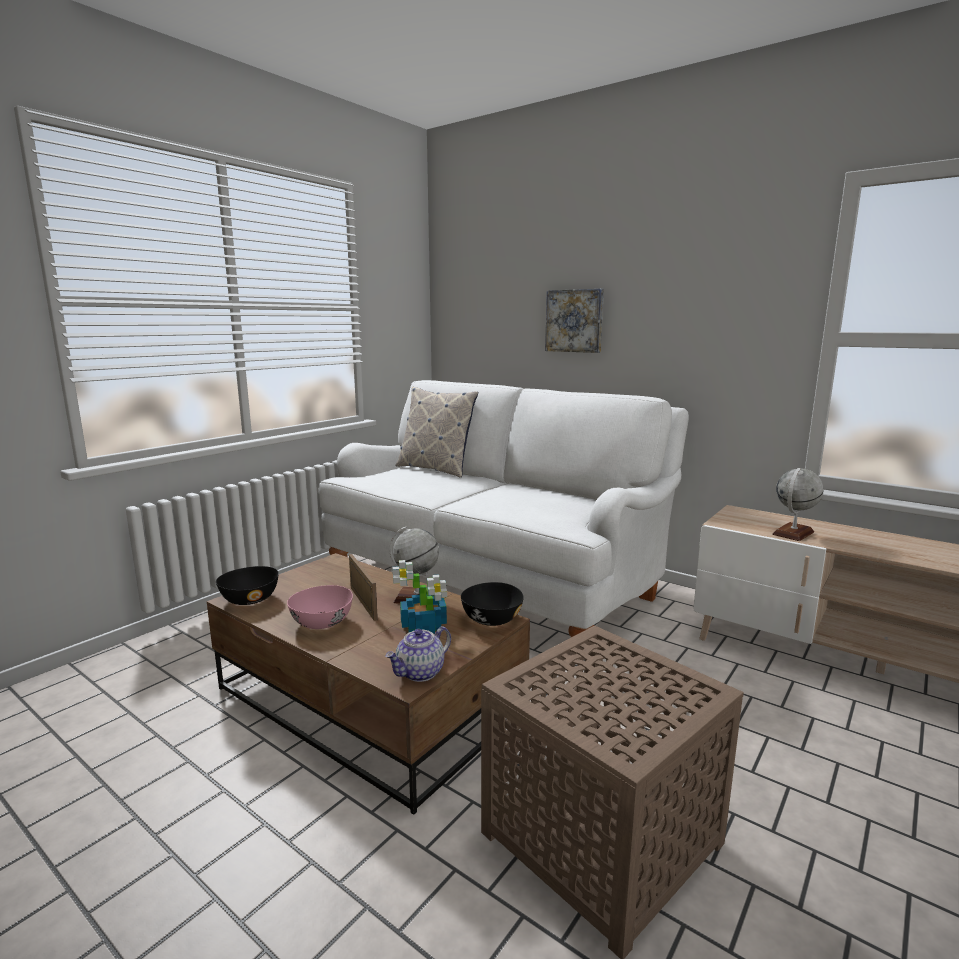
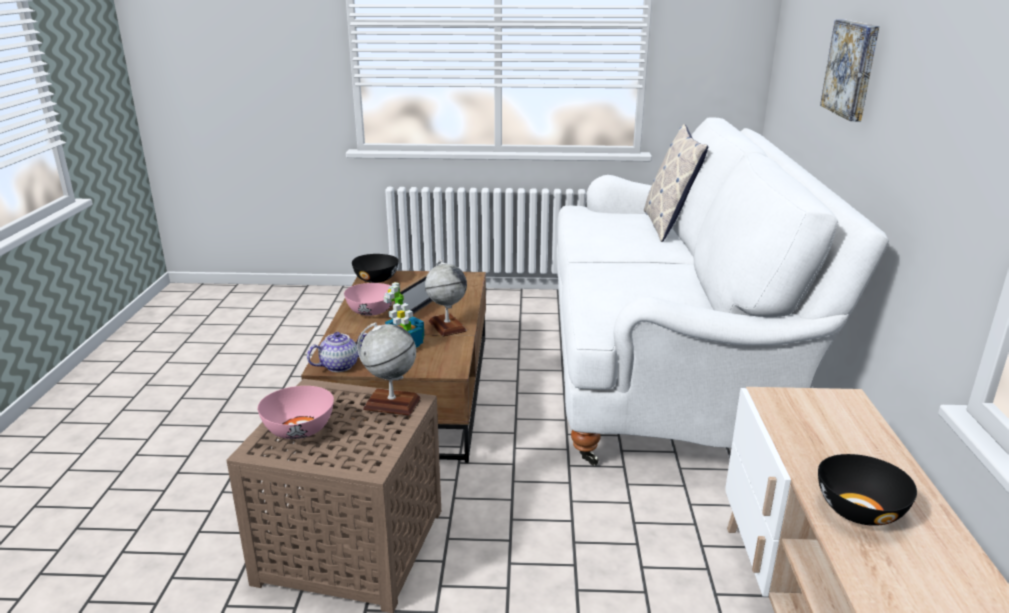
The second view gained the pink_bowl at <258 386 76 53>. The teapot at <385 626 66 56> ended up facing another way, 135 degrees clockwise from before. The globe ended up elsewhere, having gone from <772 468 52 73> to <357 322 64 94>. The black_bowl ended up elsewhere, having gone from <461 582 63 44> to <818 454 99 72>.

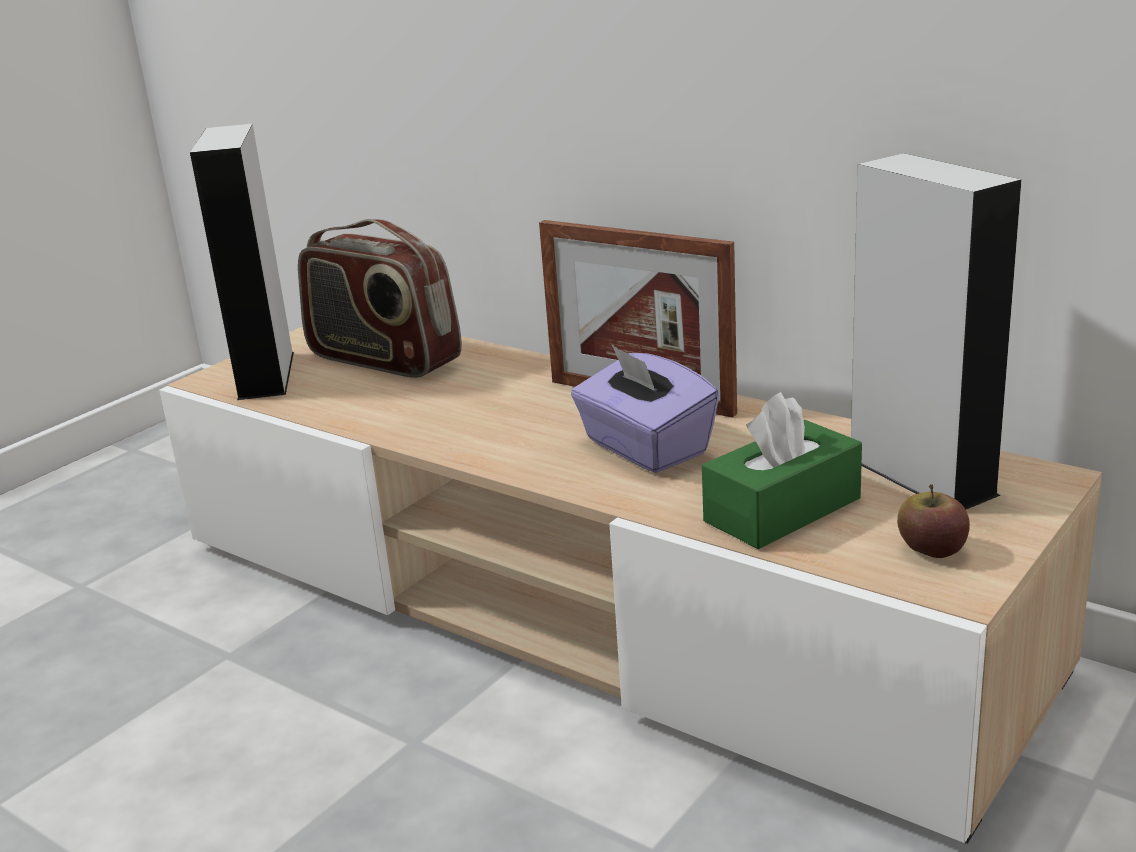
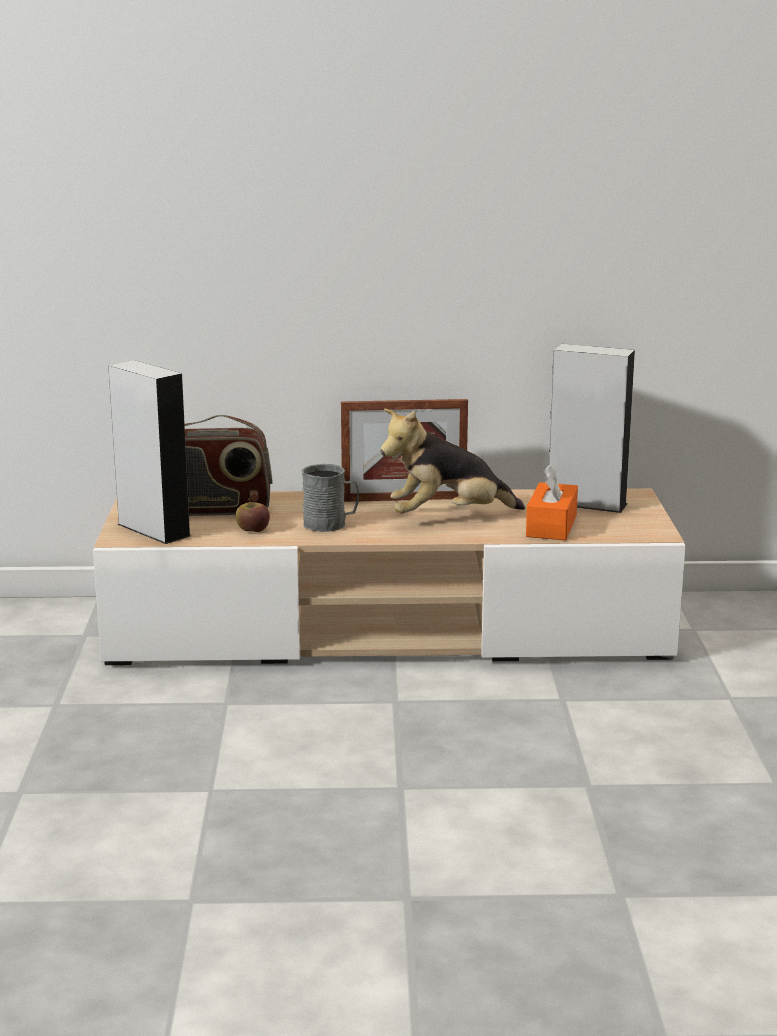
The apple ended up elsewhere, having gone from <897 484 73 74> to <236 498 34 34>. The second view gained the grey_mug at <302 464 57 68>. Where the purple_tissue_box stood at <571 344 148 129>, the plush_toy came to stand at <380 408 145 106>. What was the green_tissue_box at <702 392 160 157> turned into the orange_tissue_box at <526 464 52 76>.

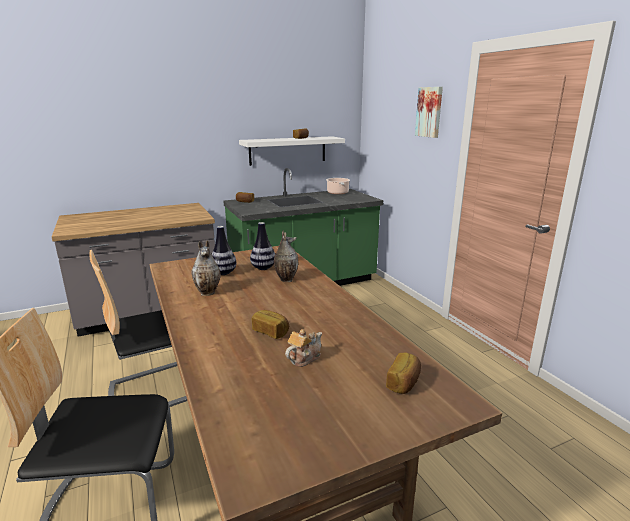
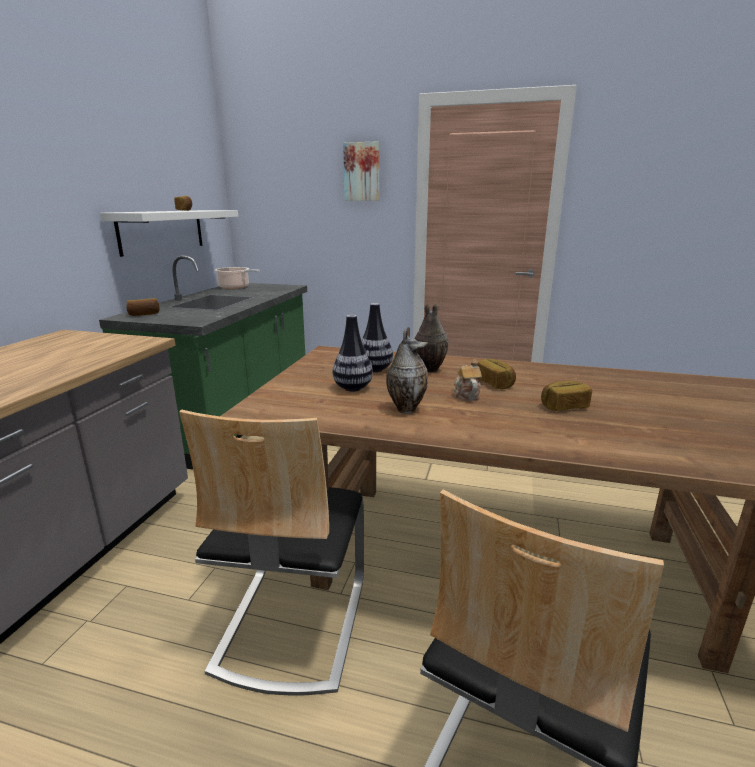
The teapot ended up elsewhere, having gone from <285 329 37 38> to <454 359 28 42>. The bread ended up elsewhere, having gone from <386 353 35 41> to <478 359 38 30>.

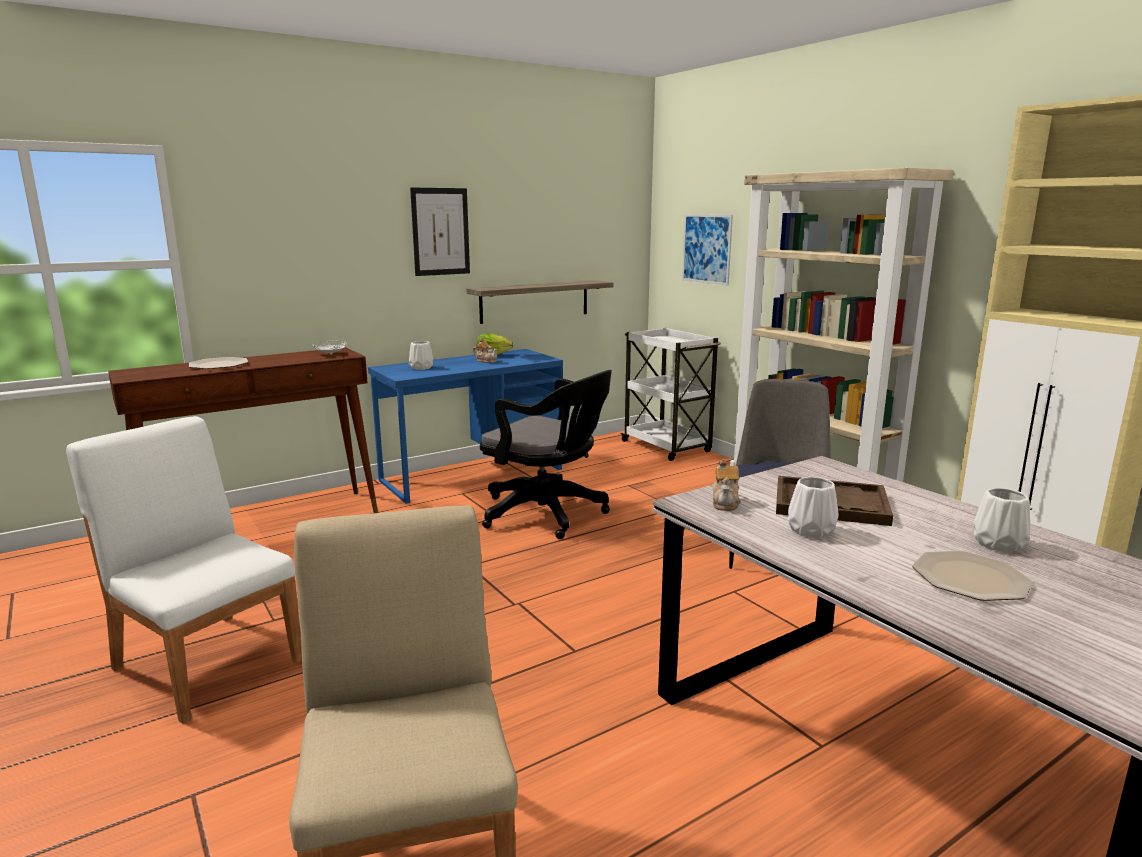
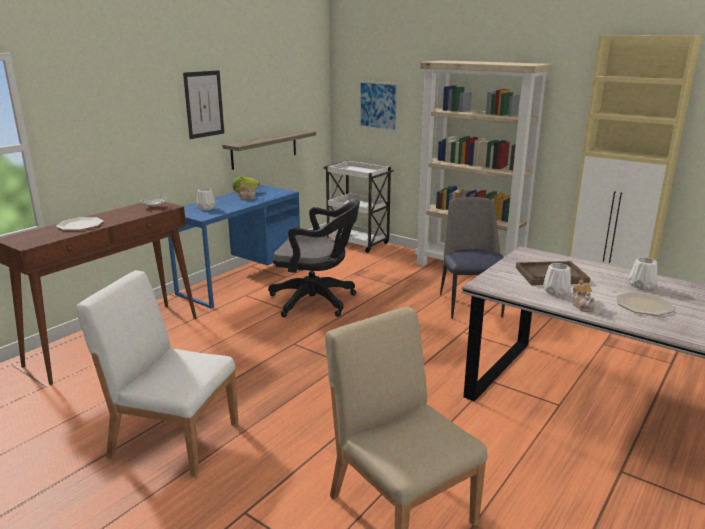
The teapot ended up elsewhere, having gone from <713 459 28 52> to <572 279 23 33>.

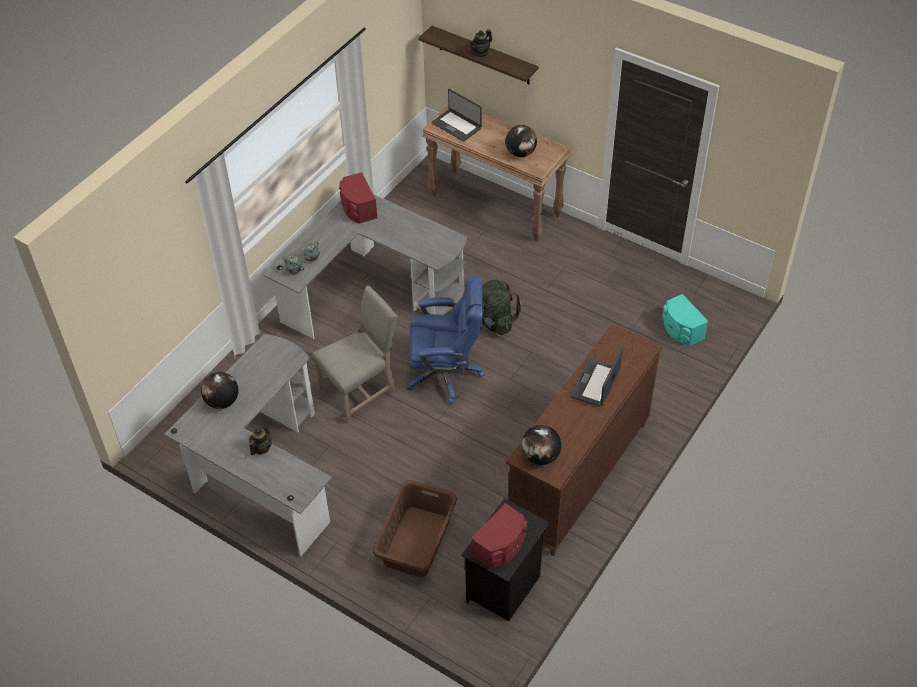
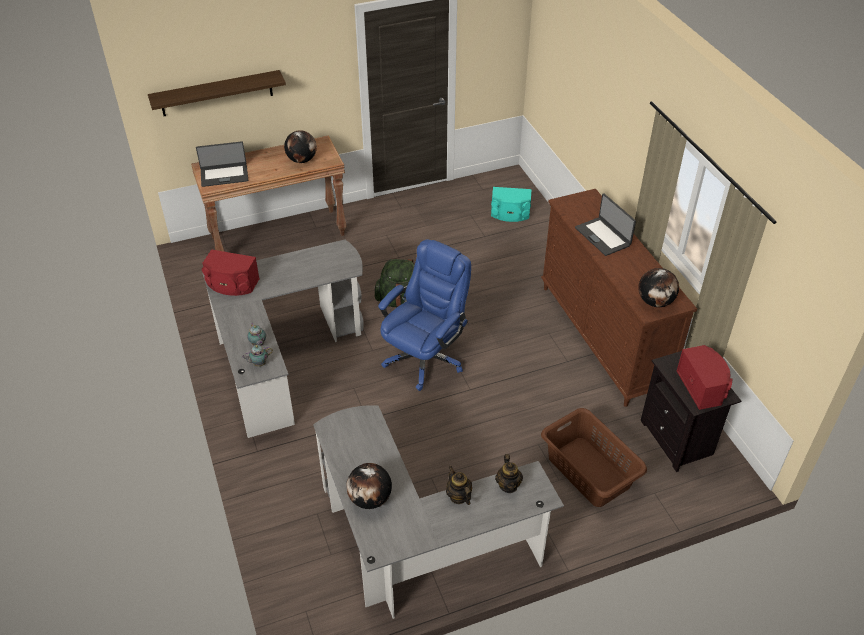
The teapot ended up elsewhere, having gone from <469 30 23 27> to <495 454 28 39>. The second view lost the beige_chair at <312 286 86 138>.

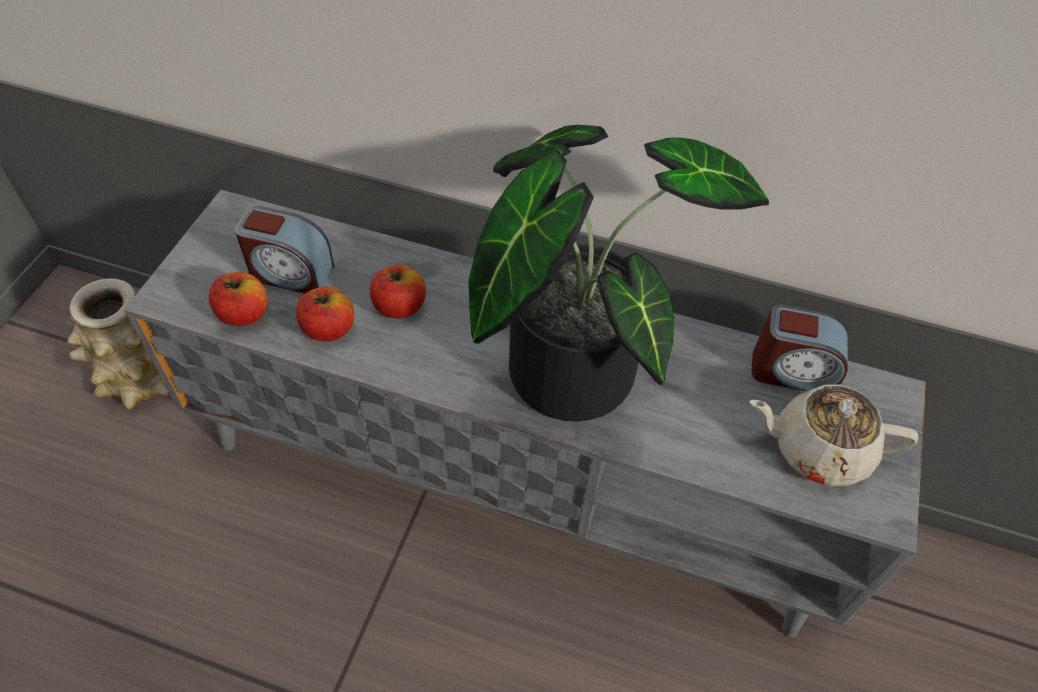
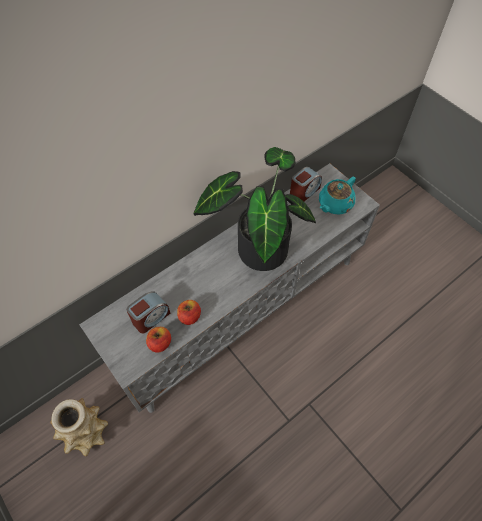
What was the beige_teapot at <750 385 168 101> turned into the turquoise_teapot at <319 177 37 38>. The second view lost the apple at <370 265 56 54>.

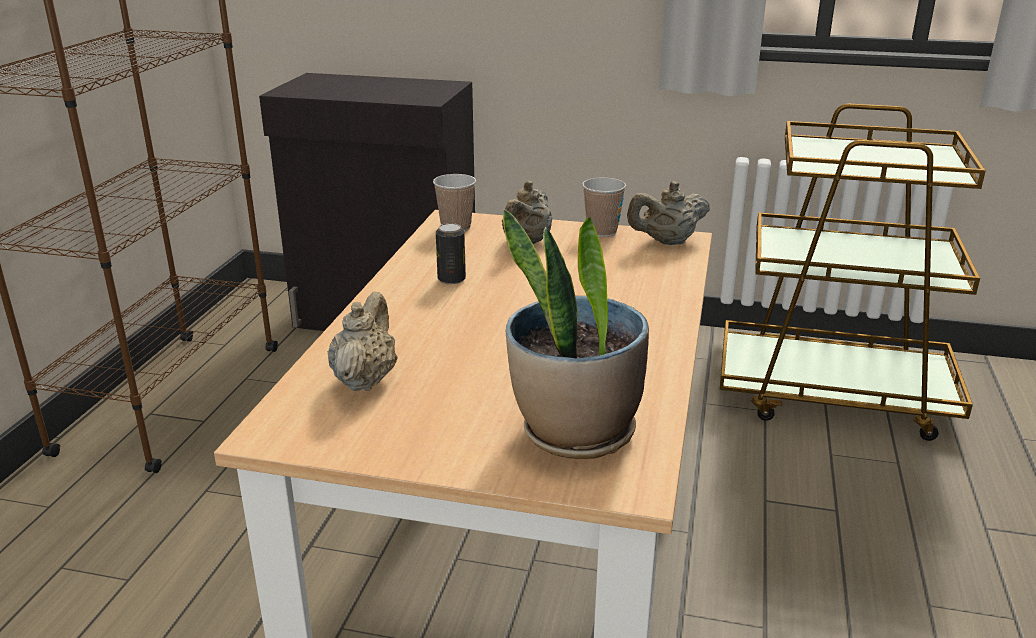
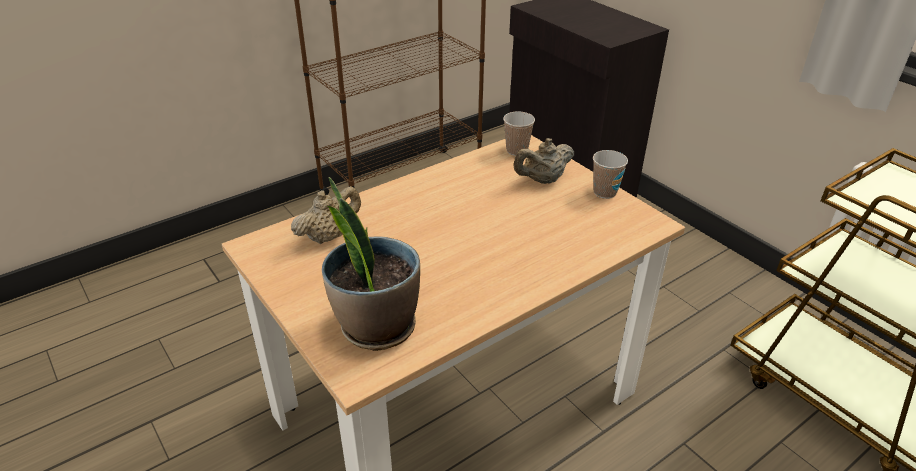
The second view lost the can at <436 223 30 61>. The second view lost the beige_teapot at <627 181 83 64>.

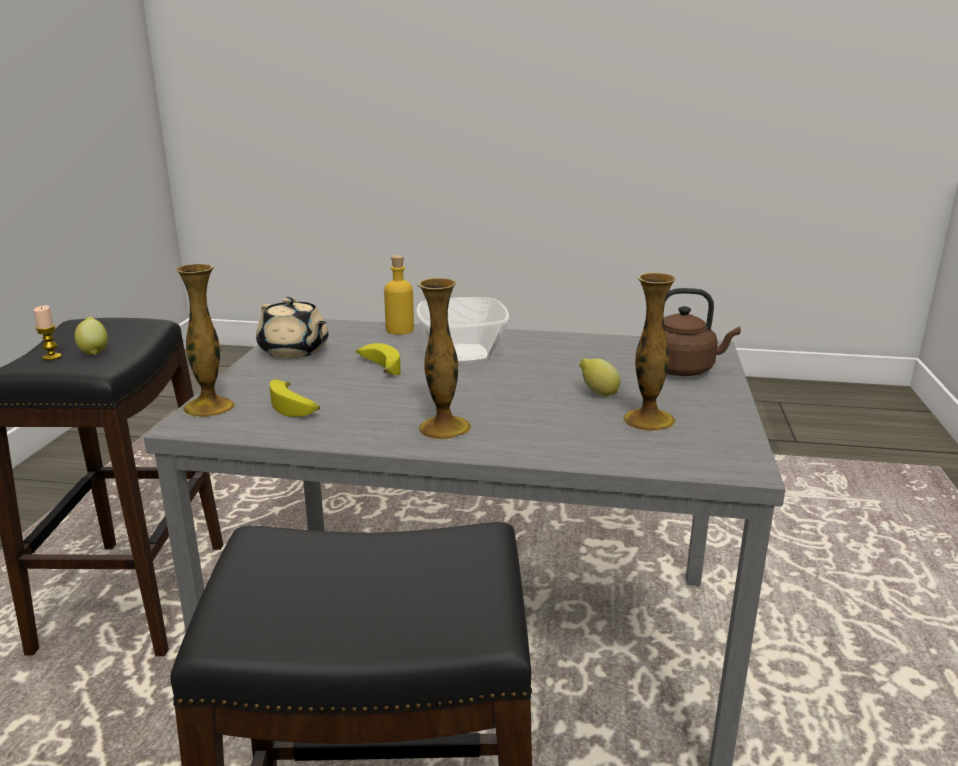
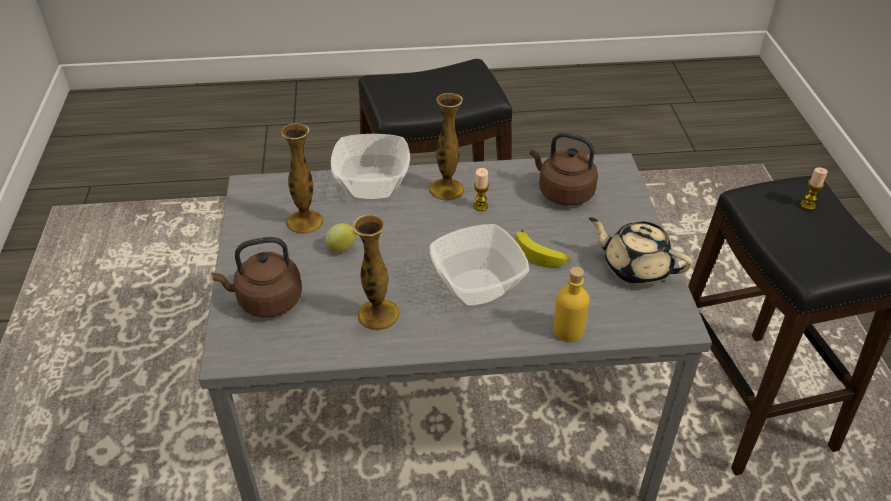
The second view gained the bowl at <331 134 79 68>. The vase ended up elsewhere, having gone from <176 264 59 153> to <353 215 47 116>. The second view gained the candle at <473 168 16 43>. Where the banana stood at <270 379 50 38>, the brown_kettle came to stand at <530 132 68 74>. The second view lost the lemon at <75 317 33 38>.

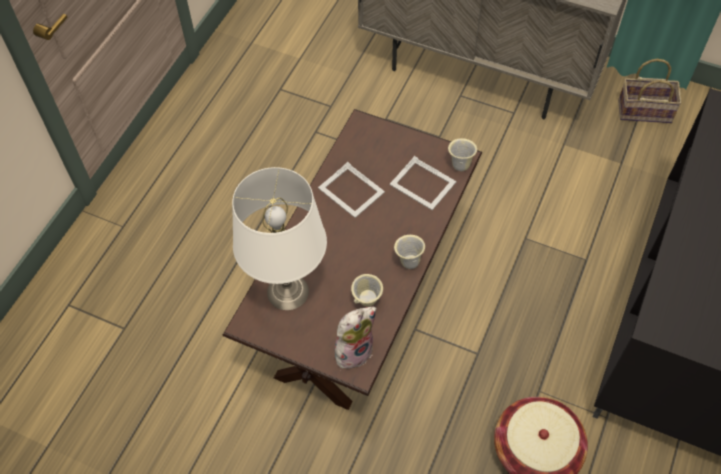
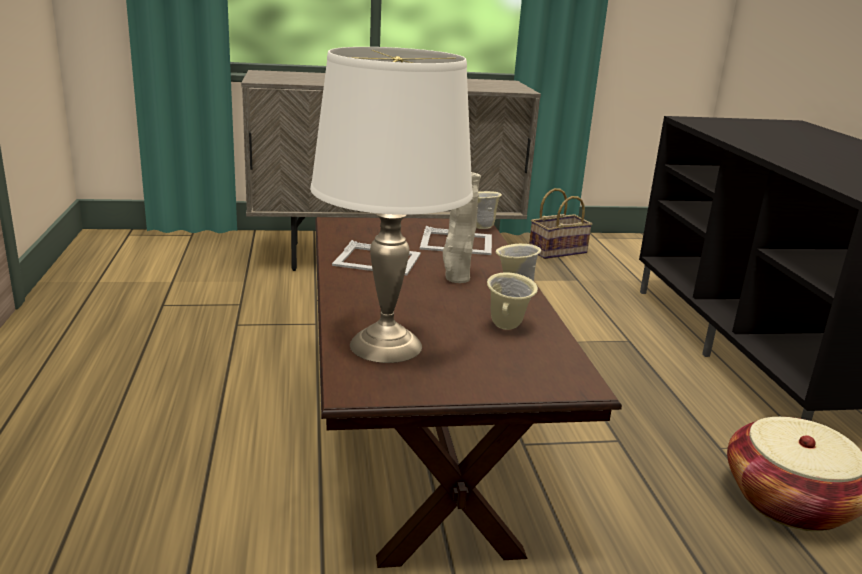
The second view gained the beige_vase at <443 172 38 111>. The second view lost the plush_toy at <335 307 42 62>.

